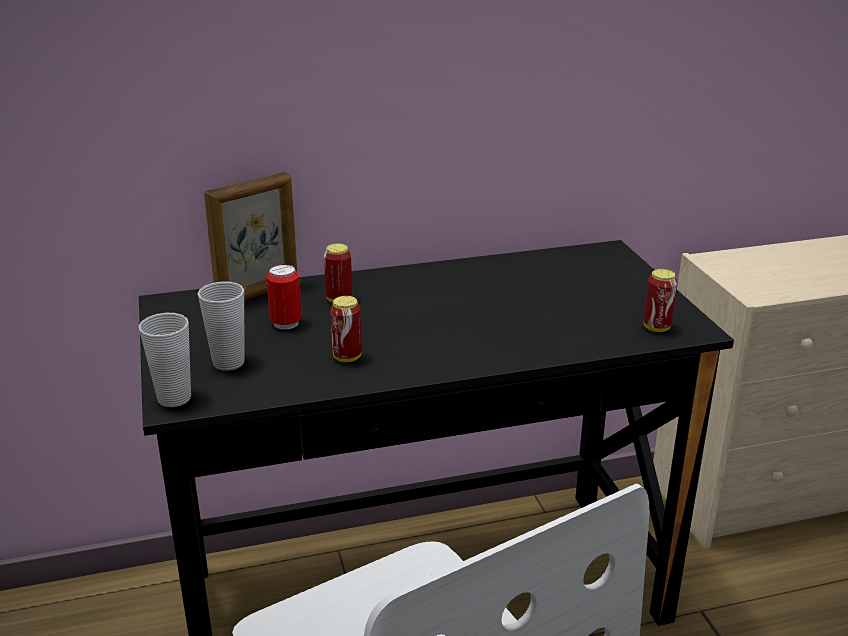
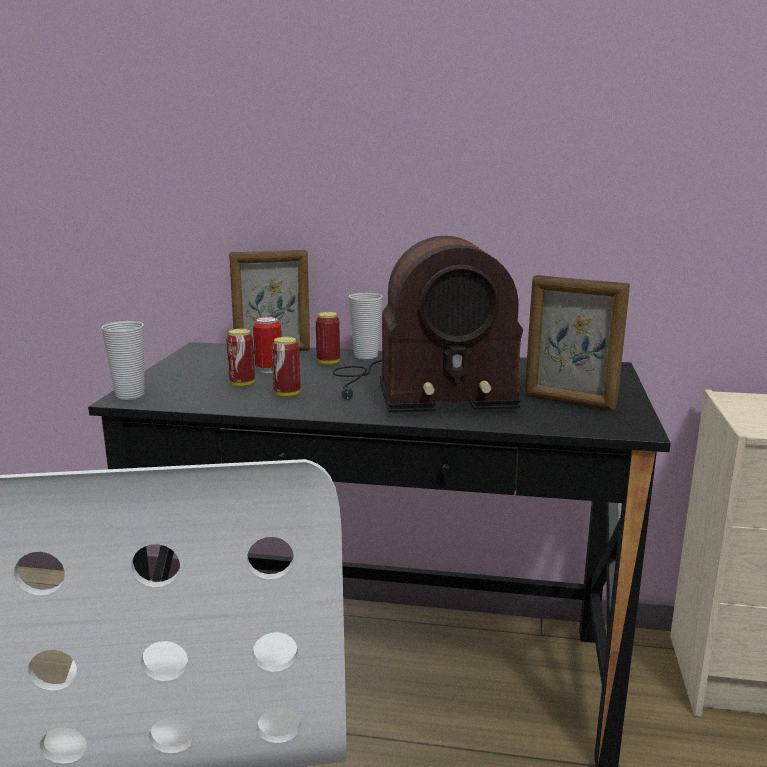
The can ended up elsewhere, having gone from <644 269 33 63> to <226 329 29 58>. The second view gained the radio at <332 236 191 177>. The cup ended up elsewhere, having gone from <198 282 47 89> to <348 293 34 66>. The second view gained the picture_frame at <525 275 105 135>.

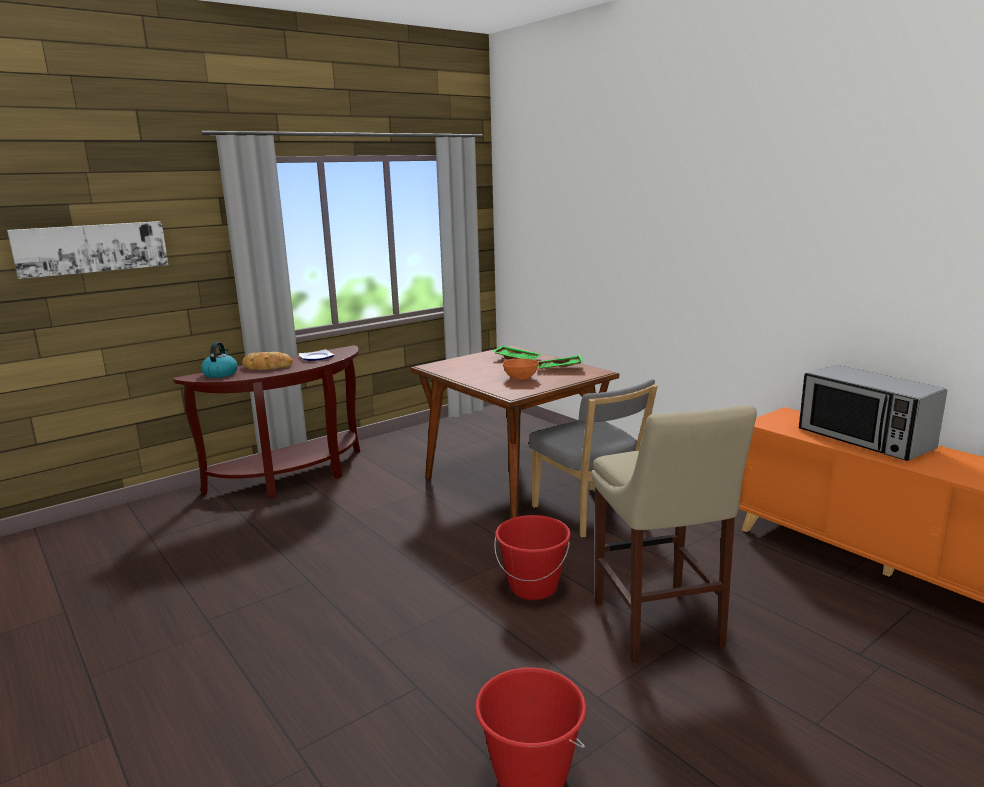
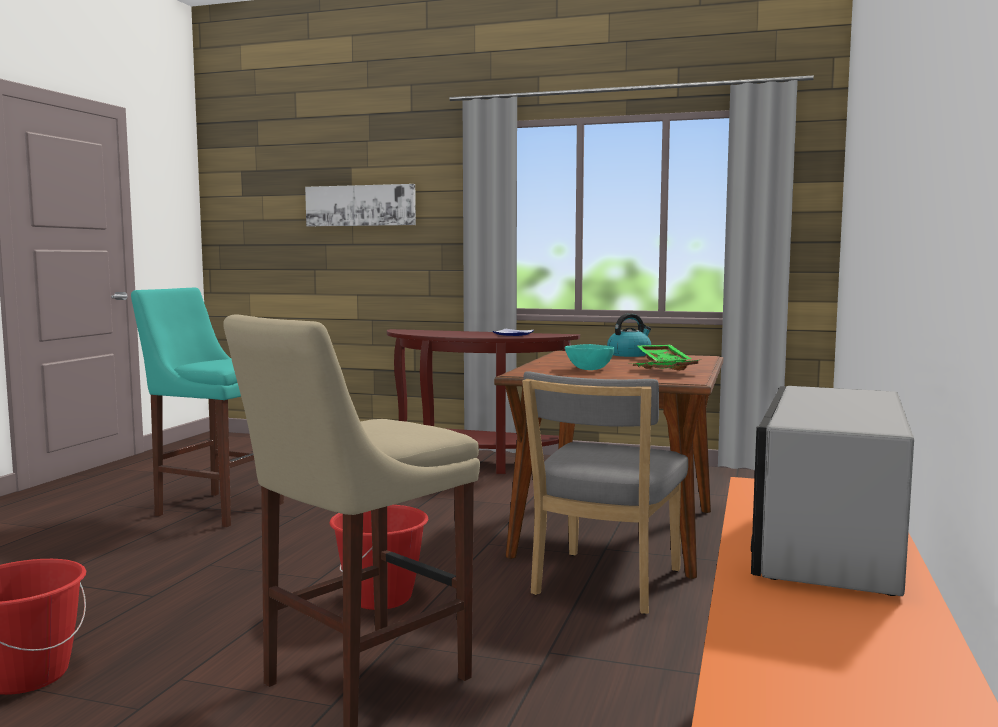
The second view gained the turquoise_stool at <131 287 153 240>. What was the orange_bowl at <503 359 36 21> turned into the turquoise_bowl at <565 344 49 26>. The kettle ended up elsewhere, having gone from <201 342 37 36> to <607 313 44 44>. The second view lost the bread at <242 352 51 18>.

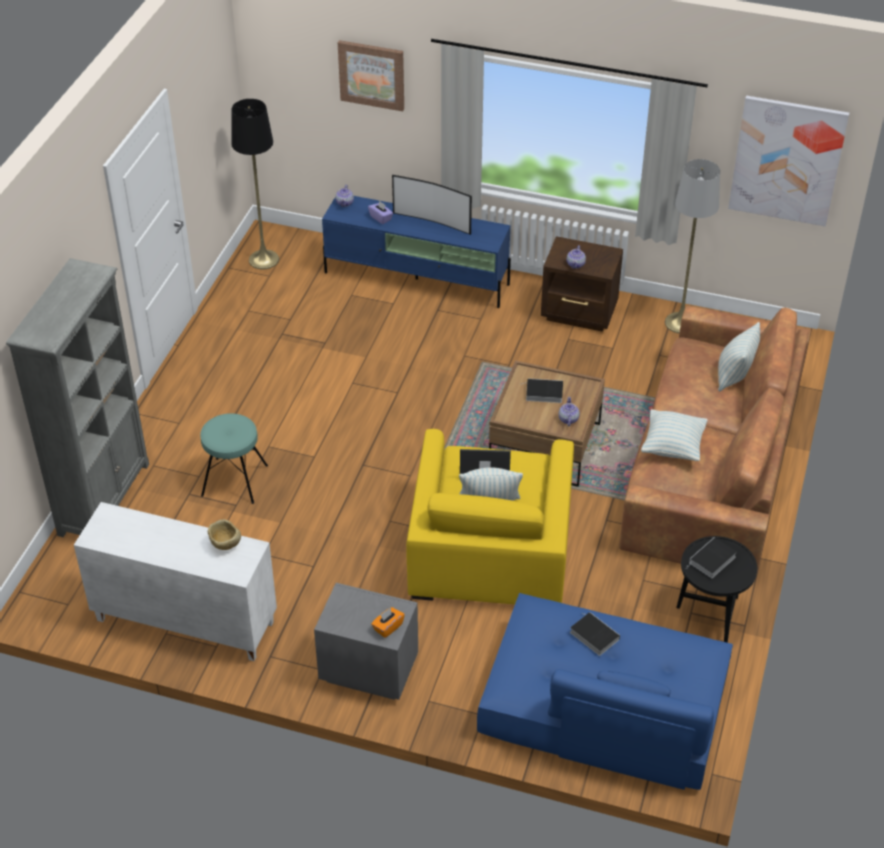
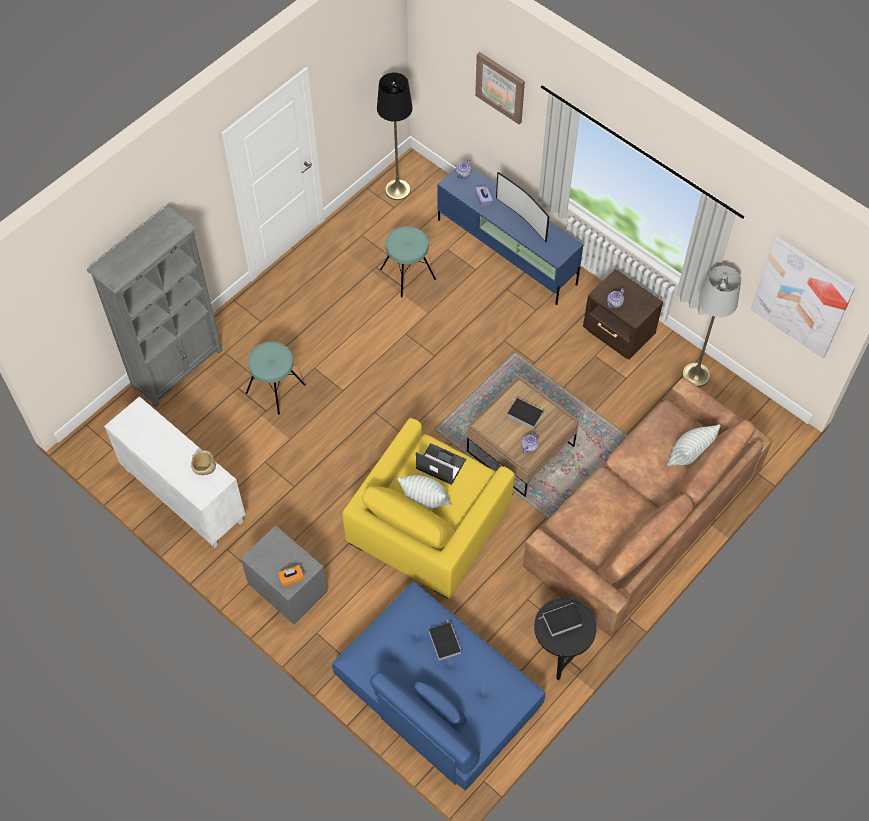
The second view gained the turquoise_stool at <380 226 56 71>. The second view lost the pillow at <641 409 67 52>.

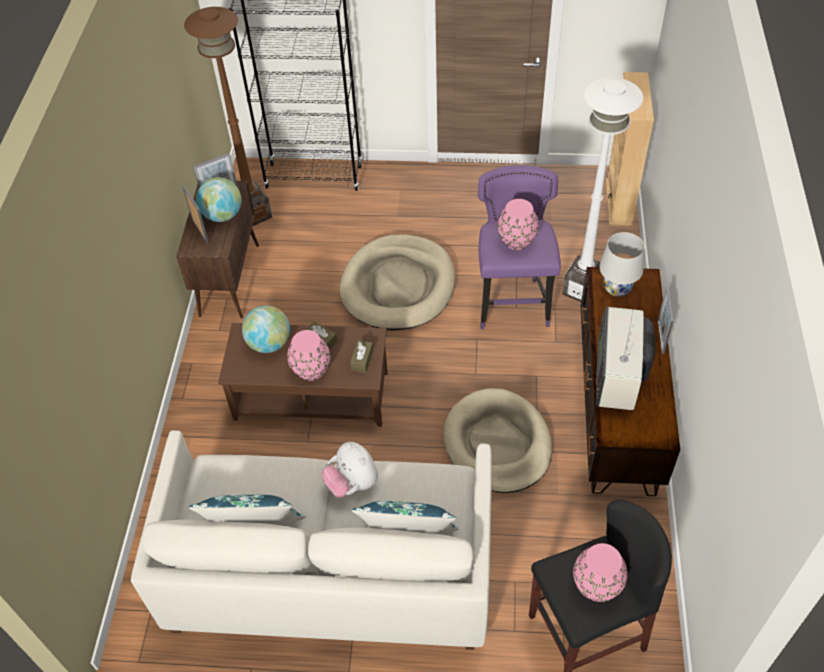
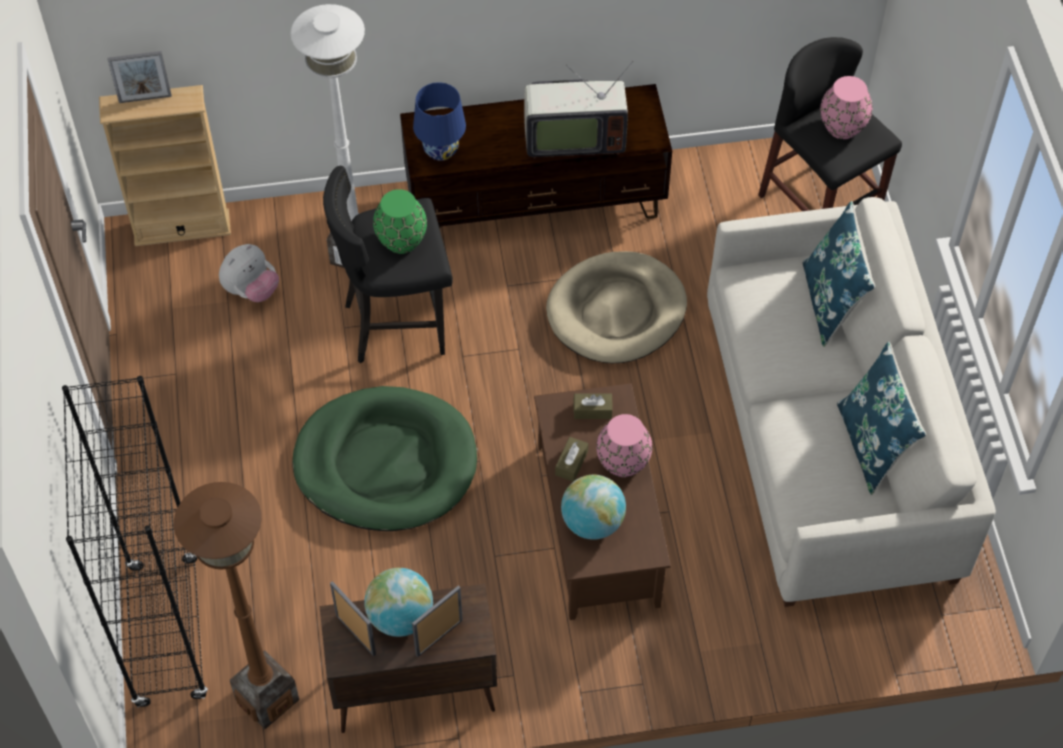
The picture_frame ended up elsewhere, having gone from <657 287 17 67> to <107 51 65 52>. The plush_toy ended up elsewhere, having gone from <322 442 56 56> to <219 244 60 58>. What was the beige_dog_bed at <340 234 115 97> turned into the green_dog_bed at <292 386 185 145>. What was the purple_stool at <478 165 83 164> turned into the black_stool at <323 166 130 198>. What was the pink_vase at <497 199 42 51> turned into the green_vase at <373 189 54 65>. What was the white_table_lamp at <599 232 46 65> turned into the blue_table_lamp at <413 82 53 79>.

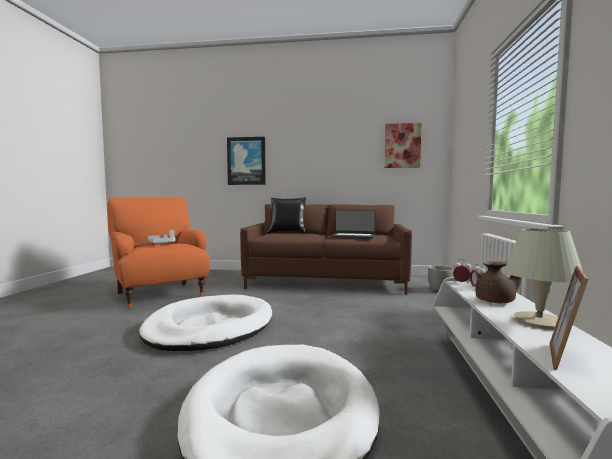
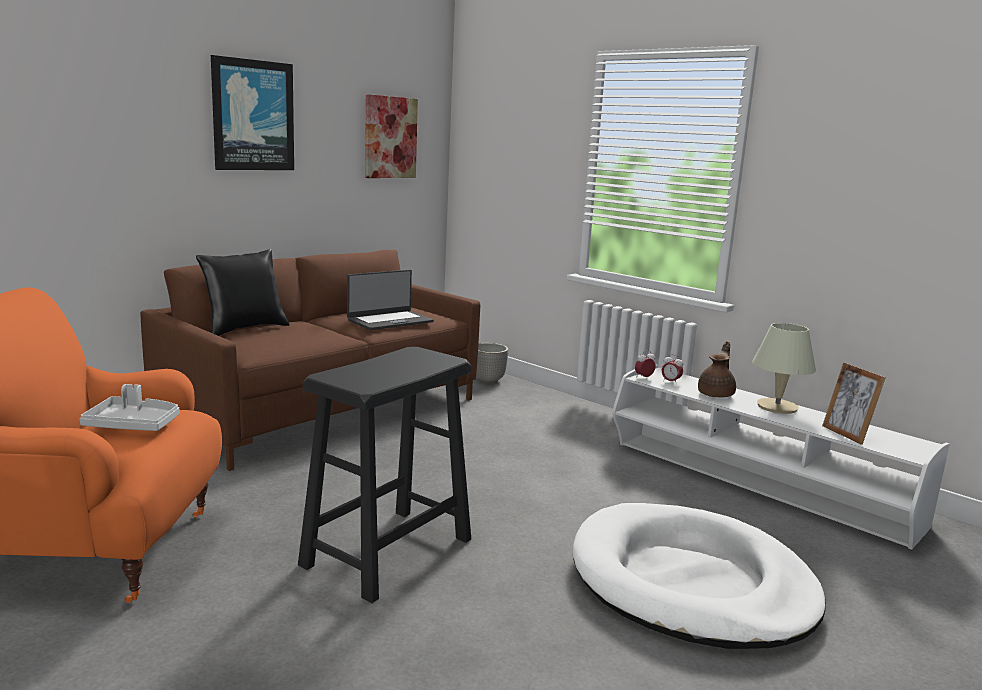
The picture ended up elsewhere, having gone from <227 137 39 48> to <211 55 83 115>. Where the white_dog_bed stood at <139 295 133 56>, the black_stool came to stand at <298 347 174 256>.

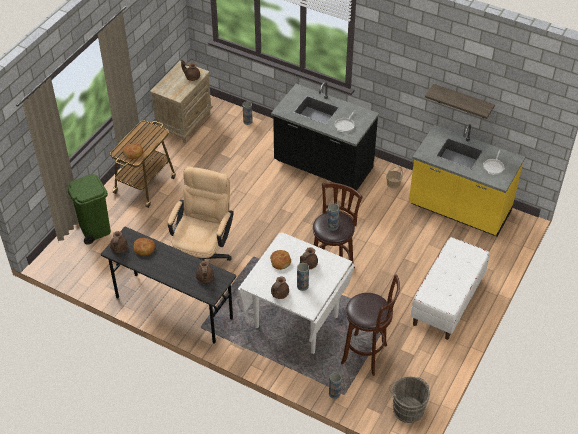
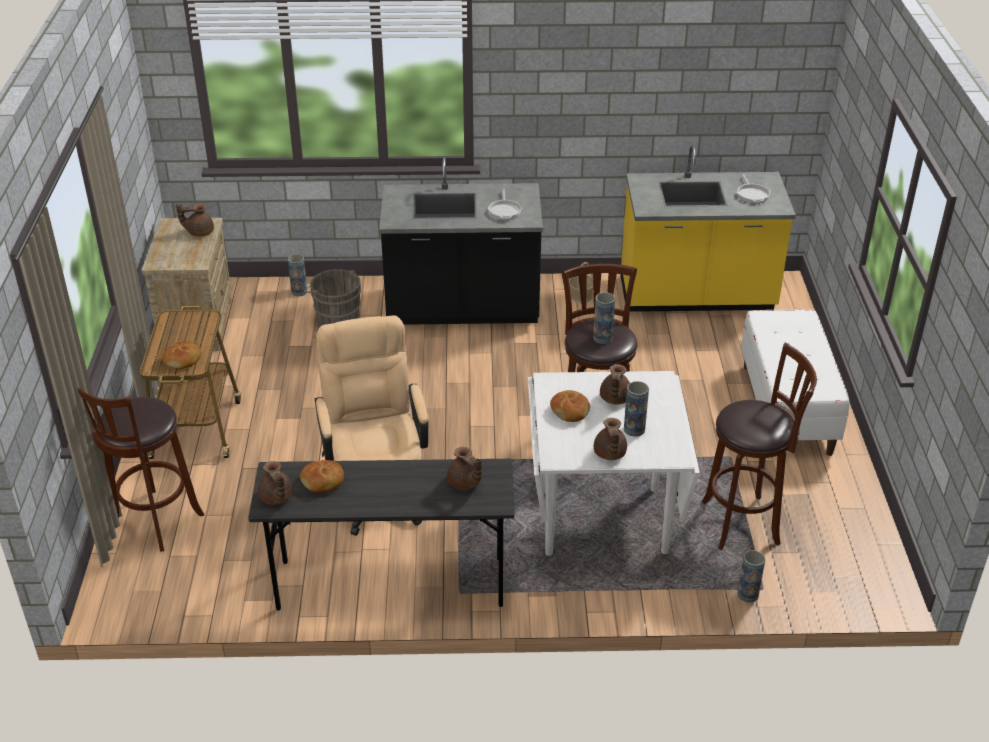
Where the green_trash_can stood at <68 174 43 71>, the brown_stool came to stand at <77 388 127 164>. The grey_bucket ended up elsewhere, having gone from <389 377 41 46> to <304 269 57 58>. The second view lost the shelf at <425 84 70 35>.

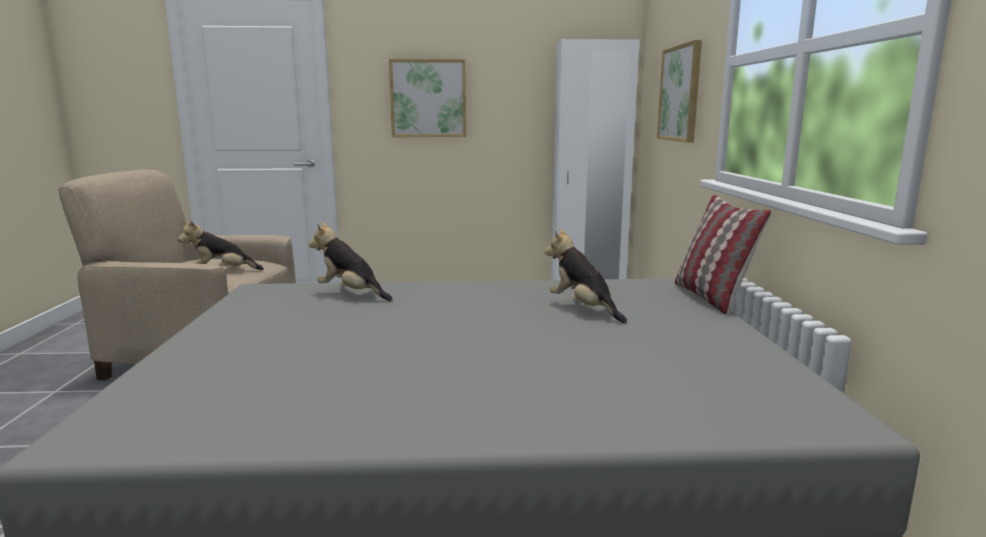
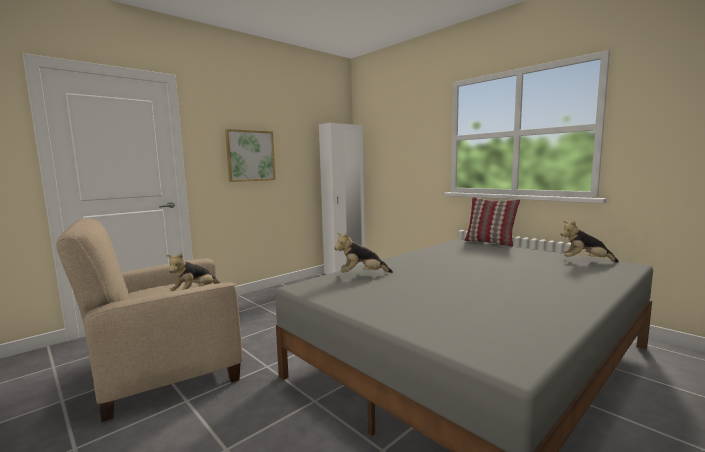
The plush_toy ended up elsewhere, having gone from <545 228 82 95> to <560 221 59 41>. The second view lost the picture at <657 40 45 103>.

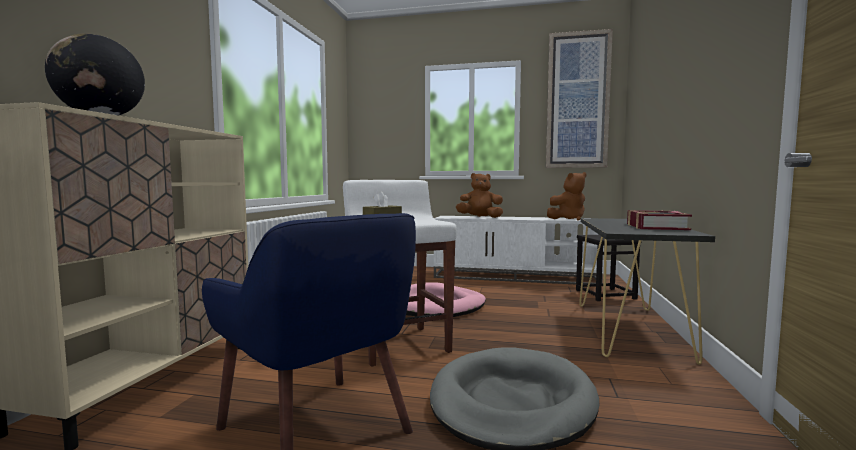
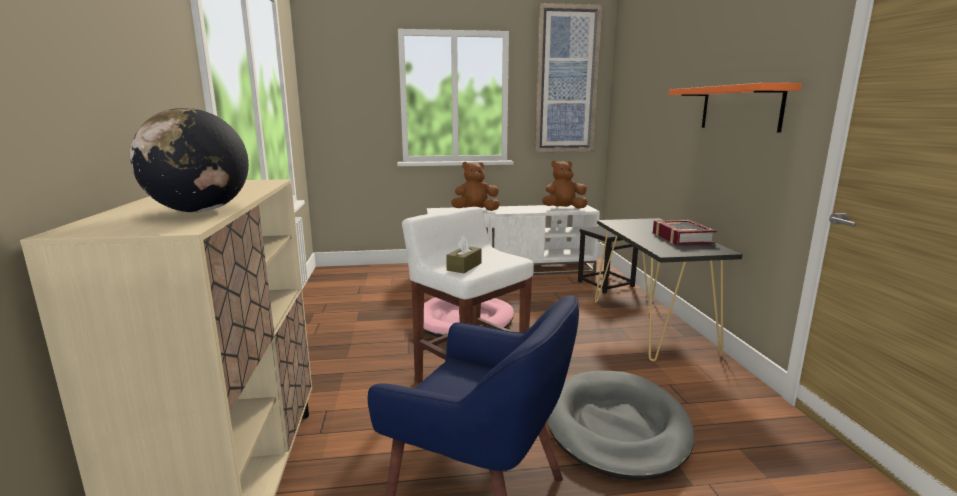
The brown_plush_toy at <547 172 39 48> ended up facing another way, 150 degrees counterclockwise from before. The second view gained the orange_shelf at <669 83 133 50>.

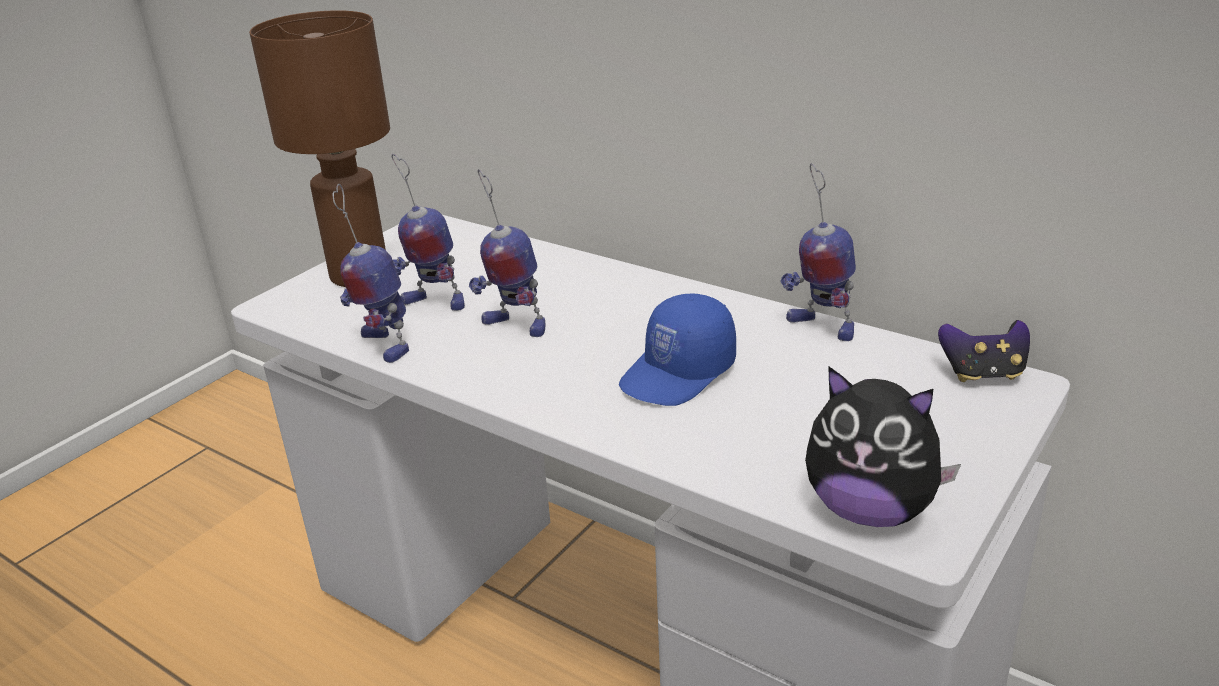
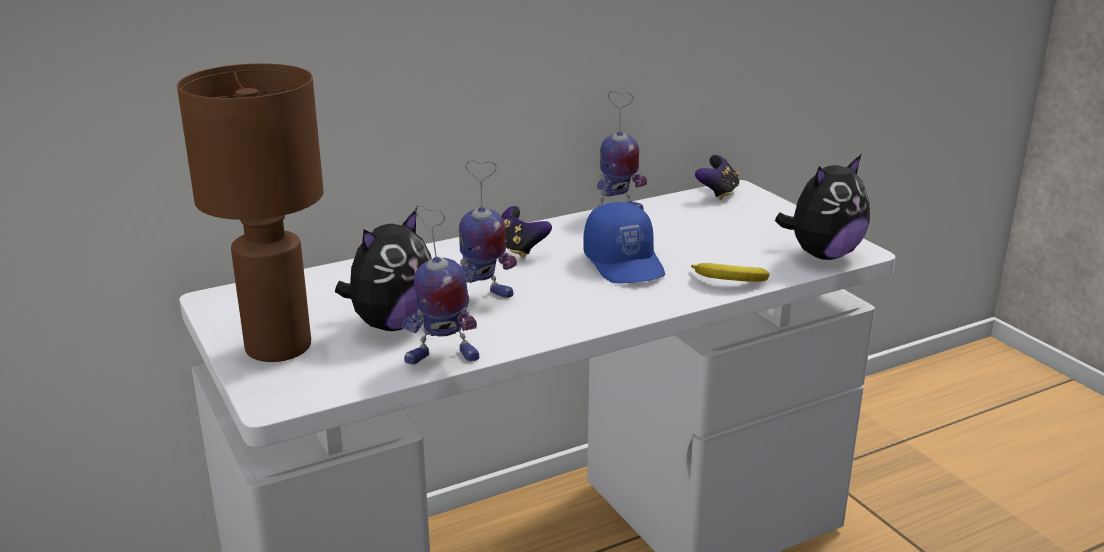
Where the toy_robot stood at <392 154 73 157>, the plush_toy came to stand at <335 209 97 122>. The second view gained the game_controller at <501 206 51 52>. The second view gained the banana at <691 263 79 19>.

